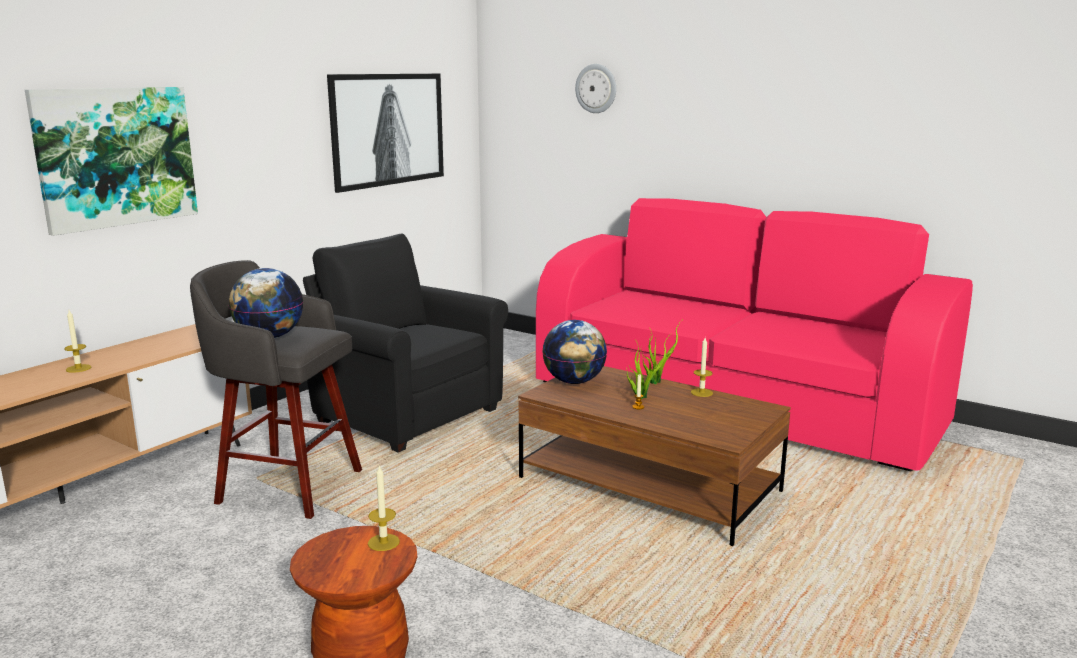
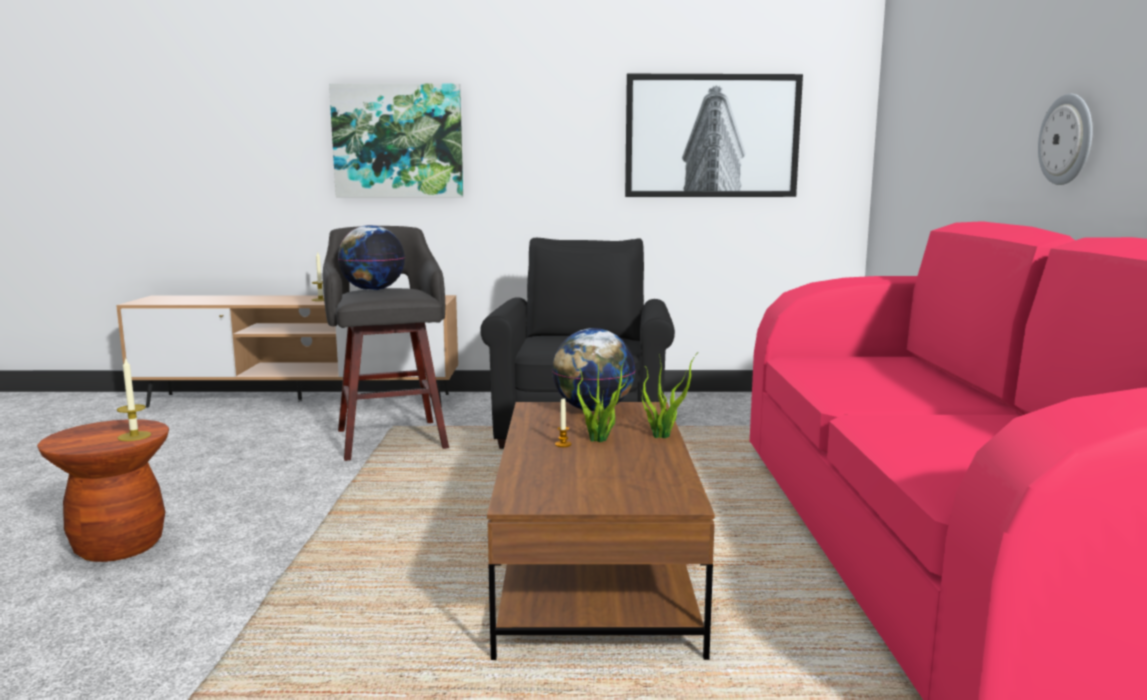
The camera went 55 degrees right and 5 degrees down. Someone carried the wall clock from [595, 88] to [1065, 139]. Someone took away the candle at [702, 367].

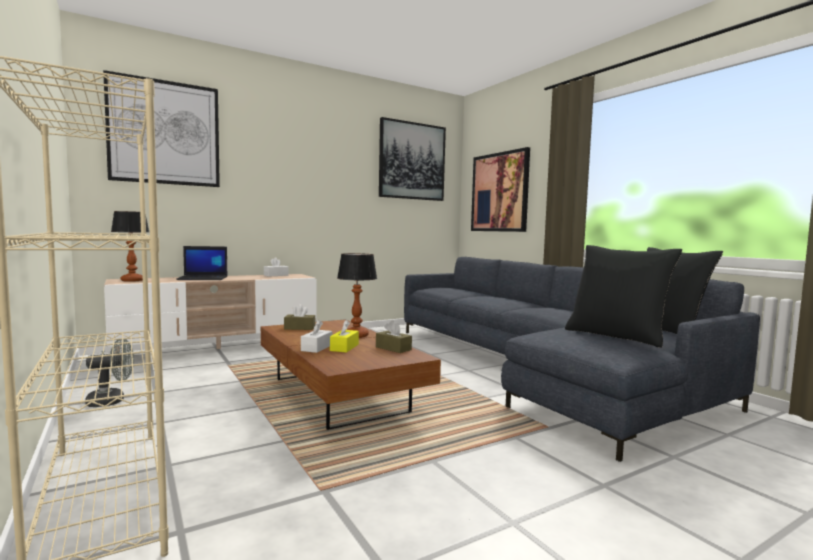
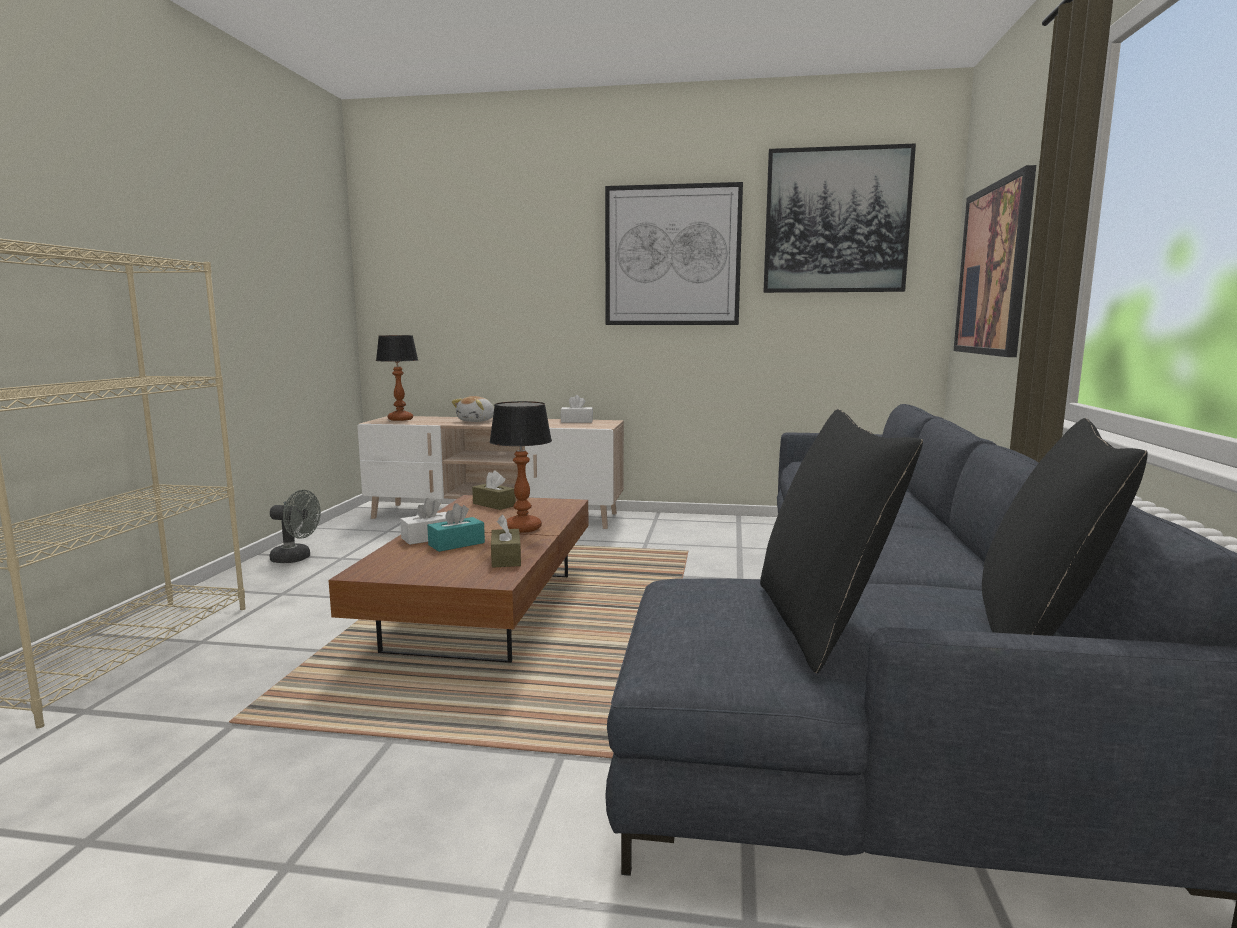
The camera went 40 degrees right and 5 degrees up. Someone carried the picture from [161, 128] to [674, 253]. Someone swapped the laptop at [201, 263] for the plush toy at [472, 409]. Someone repainted the yellow tissue box at [344, 336], which became the turquoise tissue box at [456, 527].

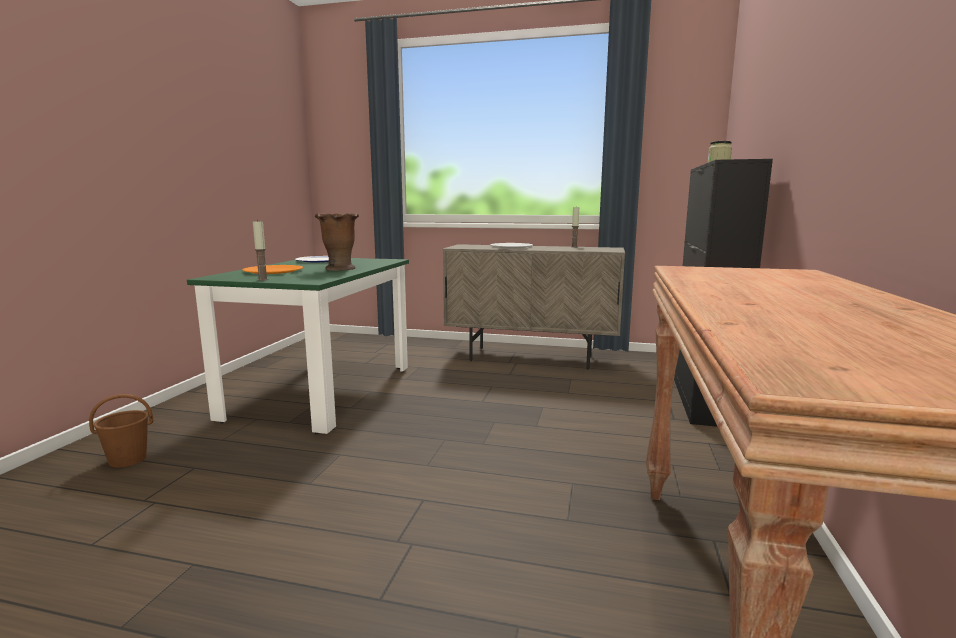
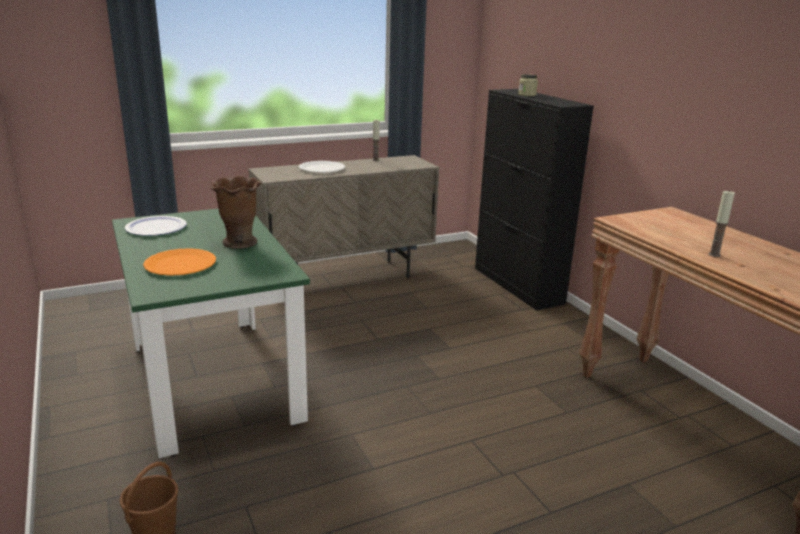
The camera went 40 degrees left and 10 degrees up. Someone carried the candle from [260, 250] to [721, 223].

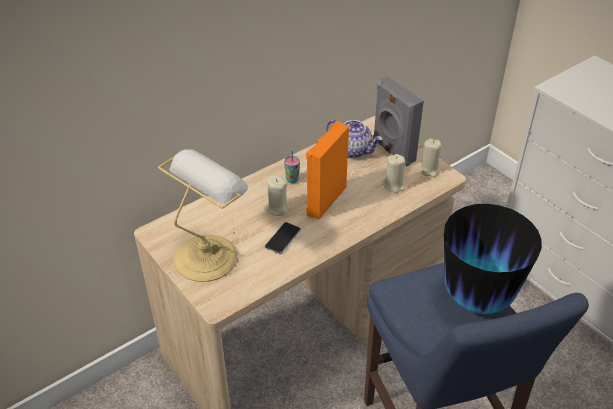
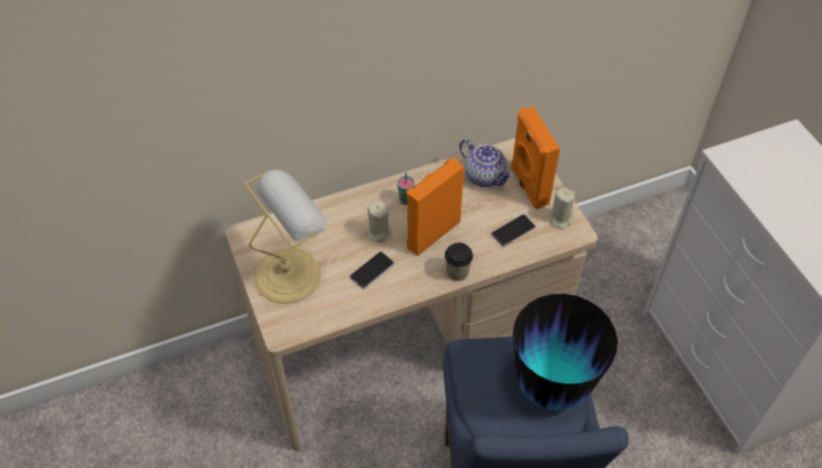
The camera went 15 degrees right and 10 degrees up. Someone repainted the grey speaker at [398, 121], which became the orange speaker at [535, 157]. Someone swapped the beige candle at [394, 173] for the phone at [513, 230]. Someone put down the cup at [459, 262].

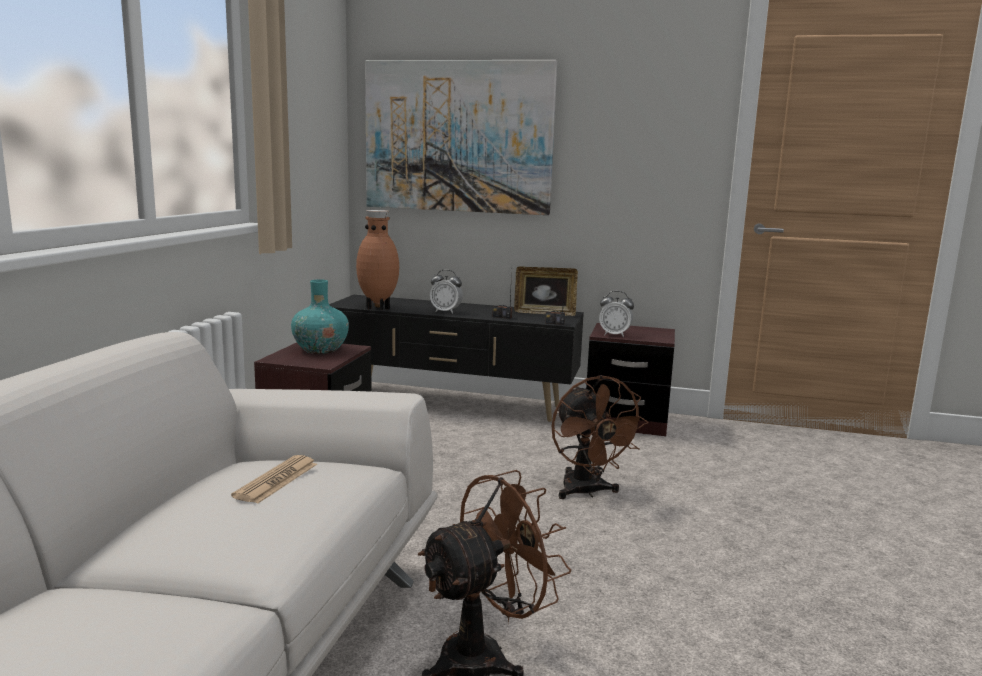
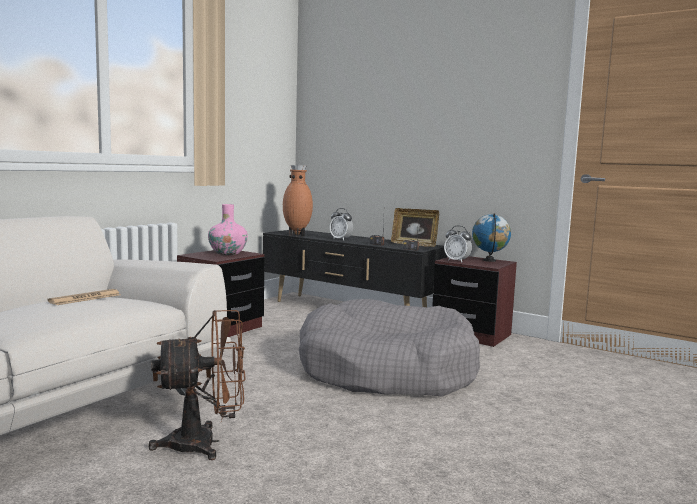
The camera went 20 degrees right and 5 degrees down. Someone took away the picture at [461, 137]. Someone repainted the turquoise vase at [320, 316], which became the pink vase at [228, 229]. Someone swapped the brown fan at [600, 437] for the grey dog bed at [389, 348]. Someone put down the globe at [491, 237].

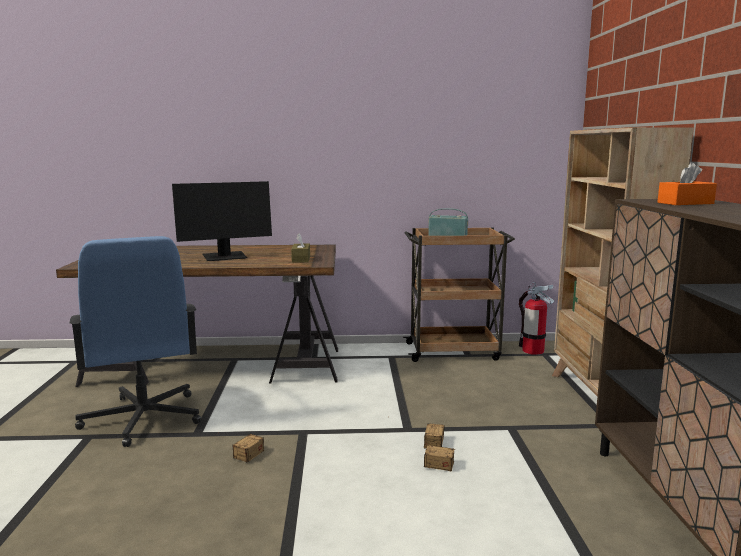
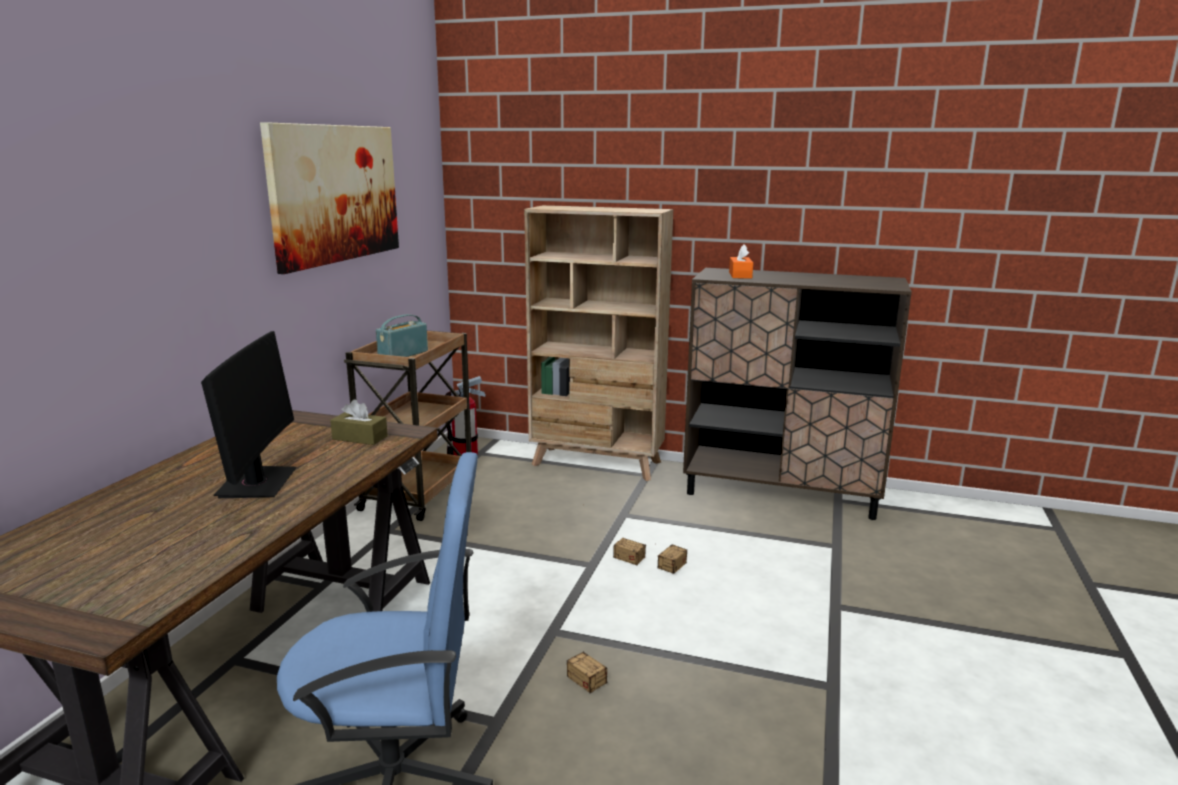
The camera went 70 degrees left and 5 degrees up. Someone put up the picture at [329, 198].

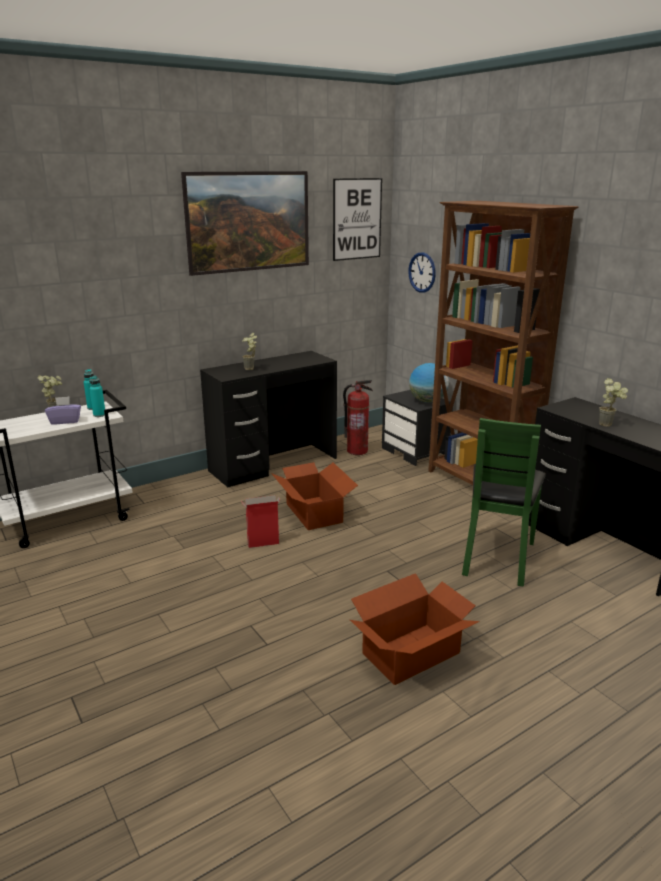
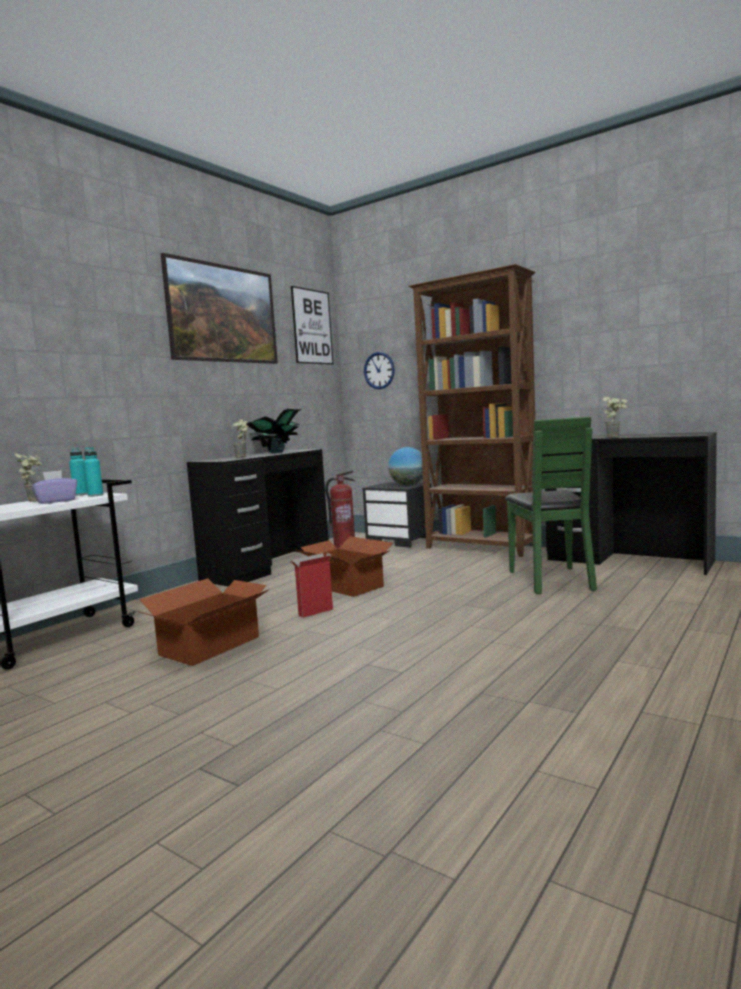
The camera went 20 degrees left and 15 degrees down. Someone carried the cardboard box from [415, 629] to [203, 622]. Someone put down the potted plant at [274, 431].

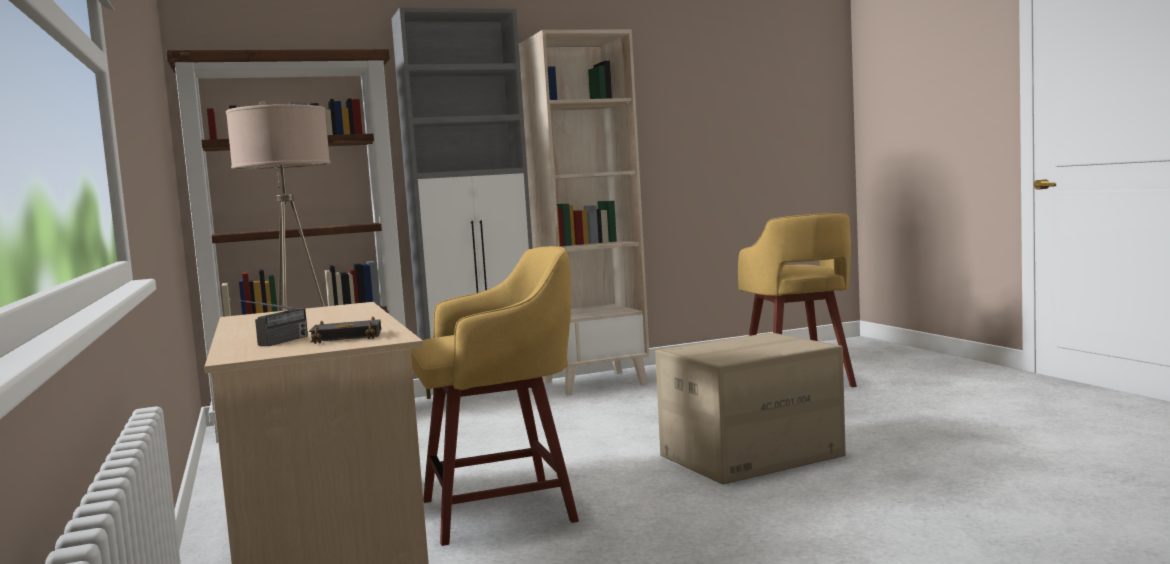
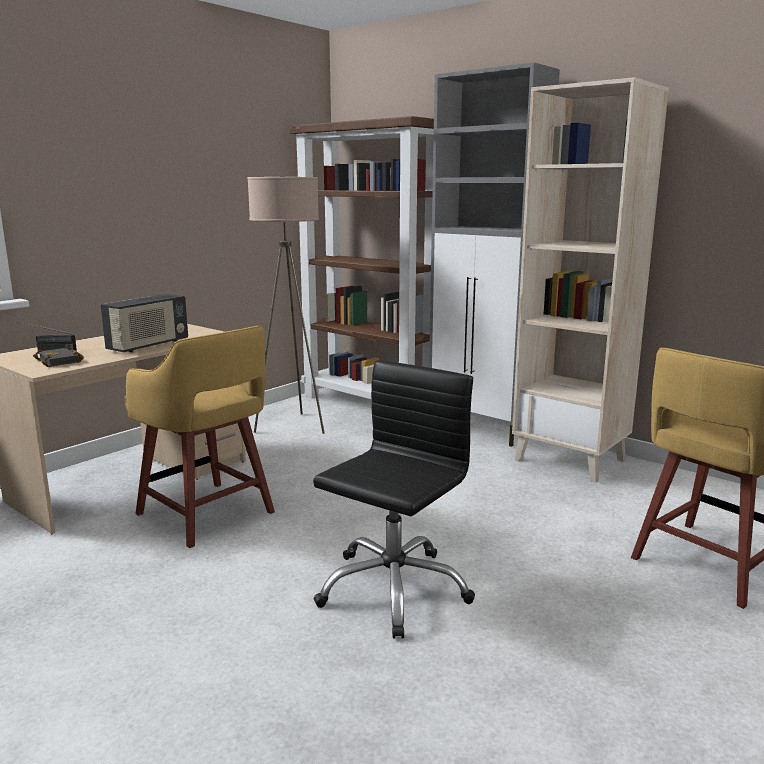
The camera went 60 degrees right and 10 degrees up. Someone swapped the cardboard box at [750, 409] for the black office chair at [394, 499]. Someone put down the radio at [144, 323].

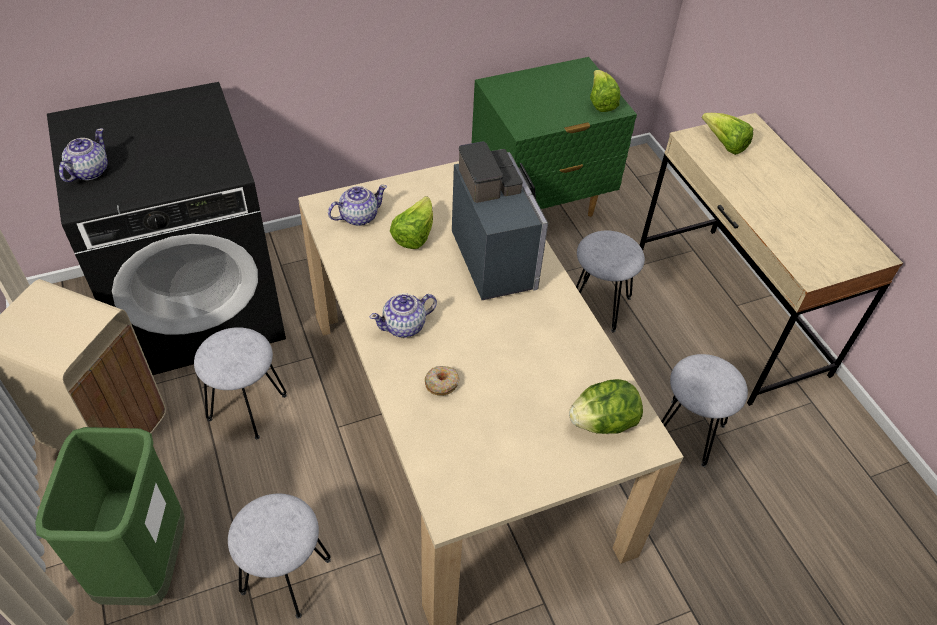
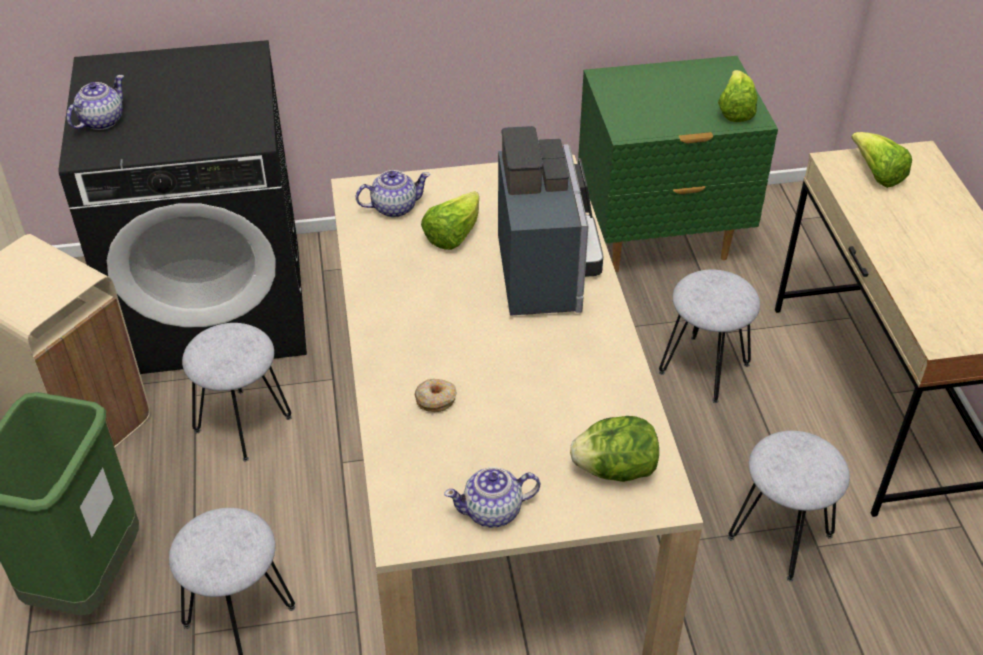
The camera went 15 degrees right and 5 degrees down. Someone carried the teapot from [403, 315] to [492, 497].

